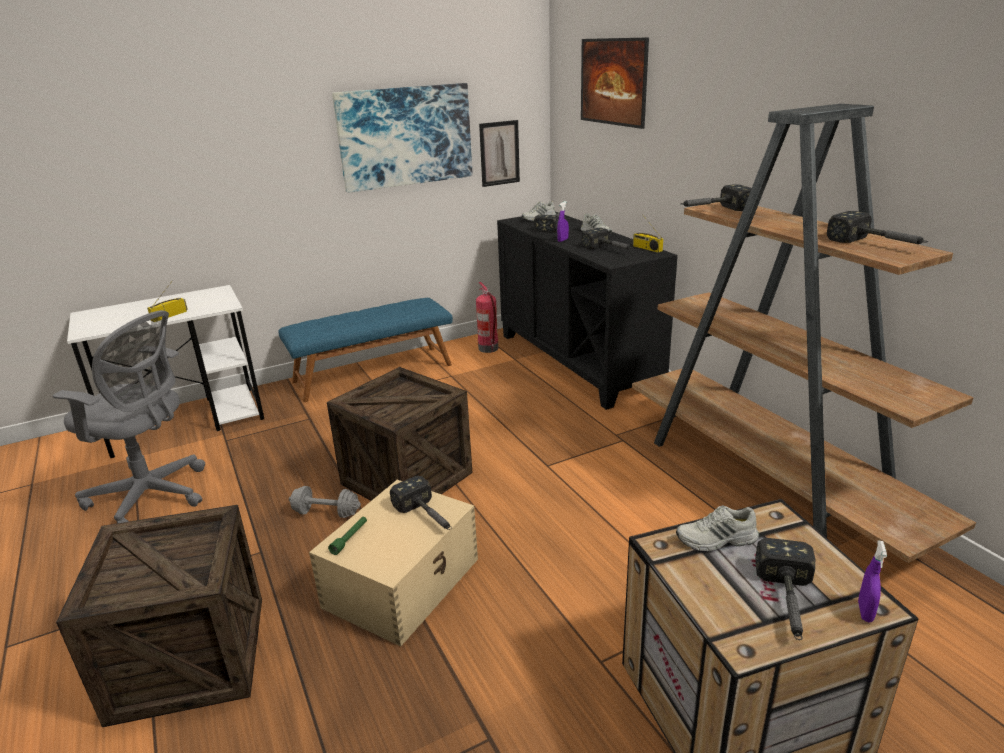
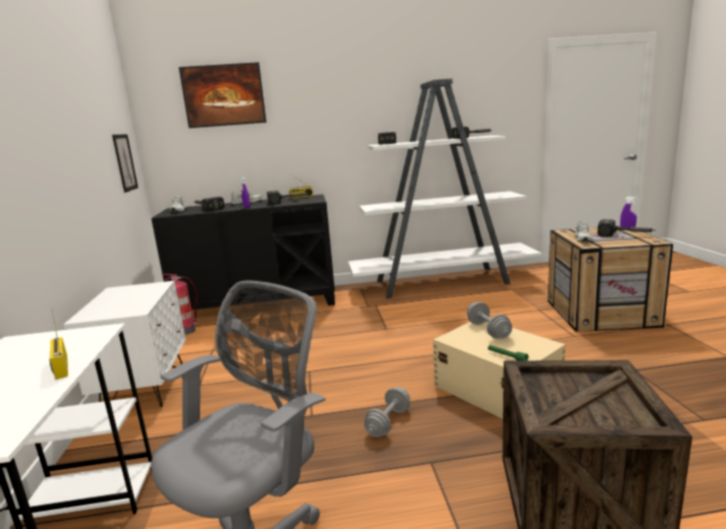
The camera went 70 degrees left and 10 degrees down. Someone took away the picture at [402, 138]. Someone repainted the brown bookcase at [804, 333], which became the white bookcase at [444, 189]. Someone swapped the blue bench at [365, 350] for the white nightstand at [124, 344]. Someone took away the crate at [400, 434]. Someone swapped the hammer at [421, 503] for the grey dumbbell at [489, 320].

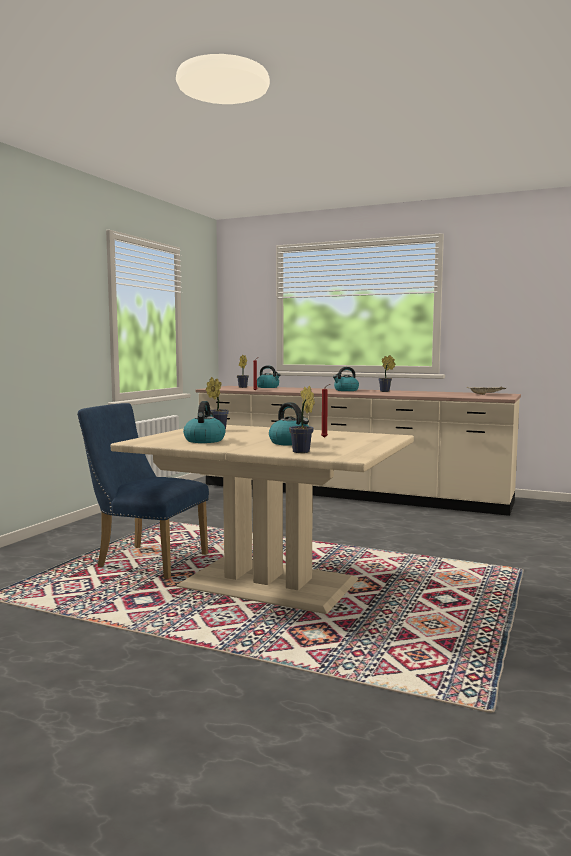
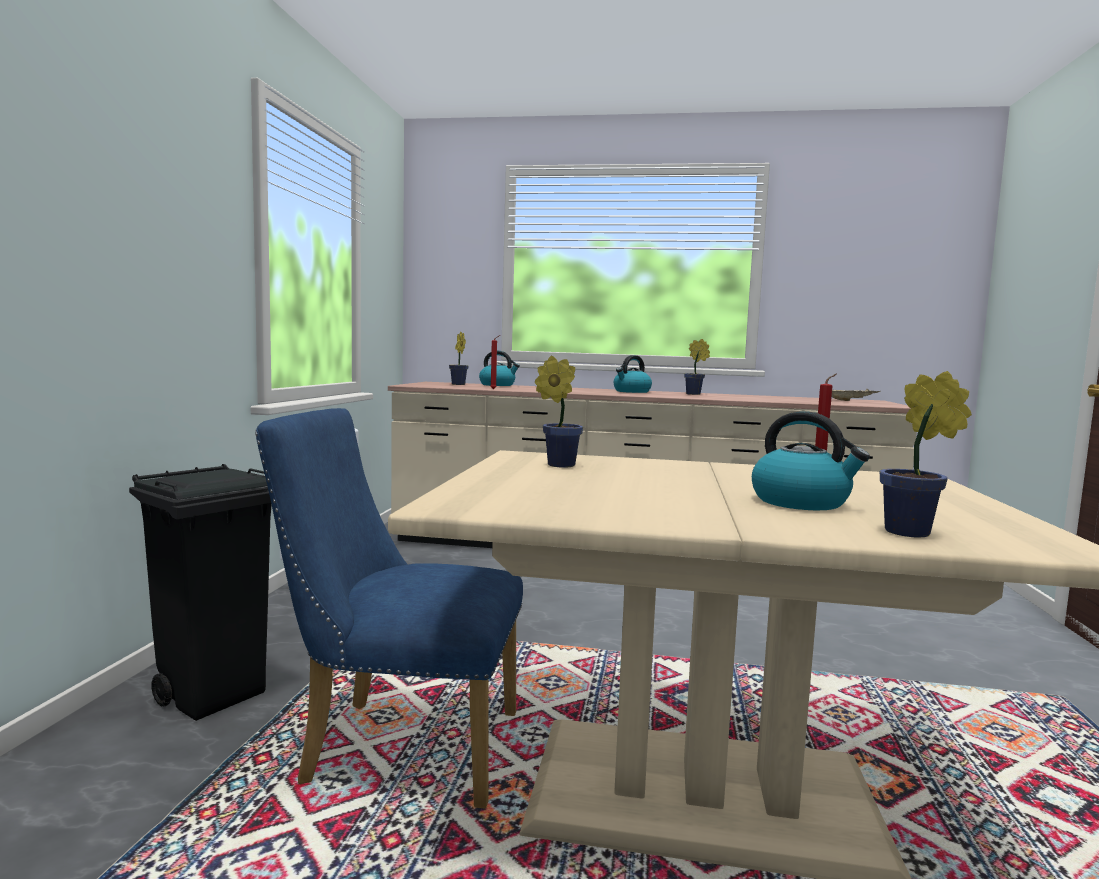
The camera went 15 degrees left and 0 degrees up. Someone took away the kettle at [204, 422]. Someone put down the black trash can at [200, 592].

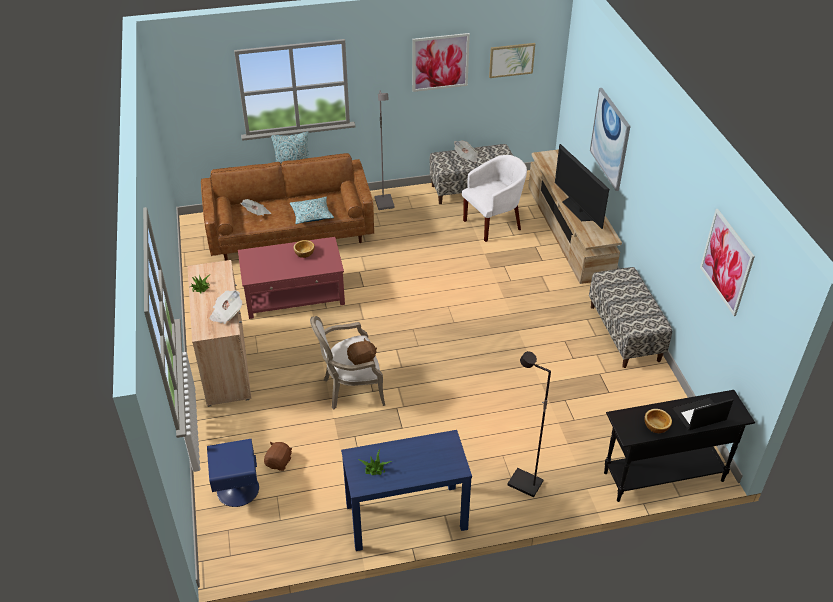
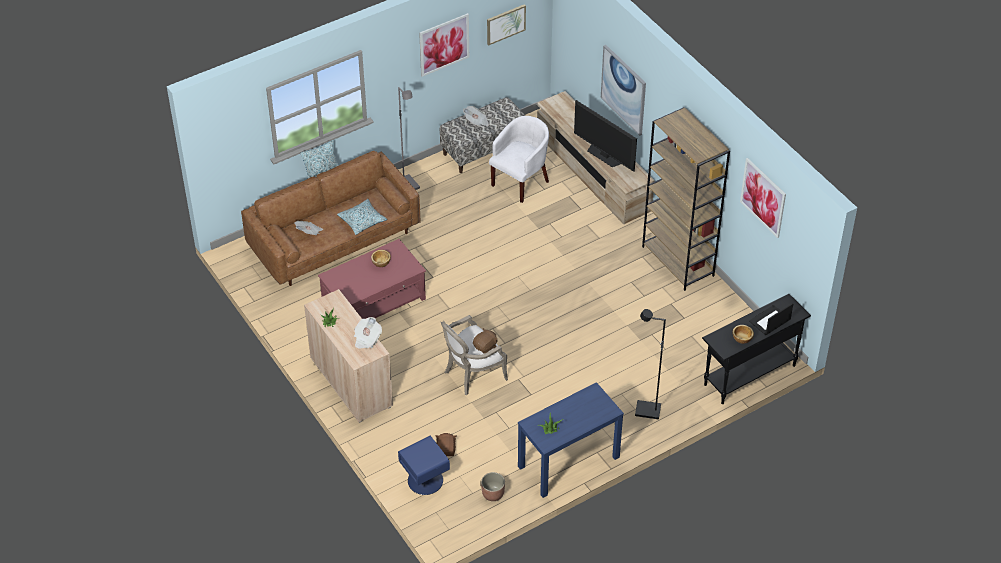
The camera went 20 degrees left and 5 degrees up. Someone swapped the bench at [630, 317] for the brown bookcase at [686, 199]. Someone put down the planter at [493, 486].

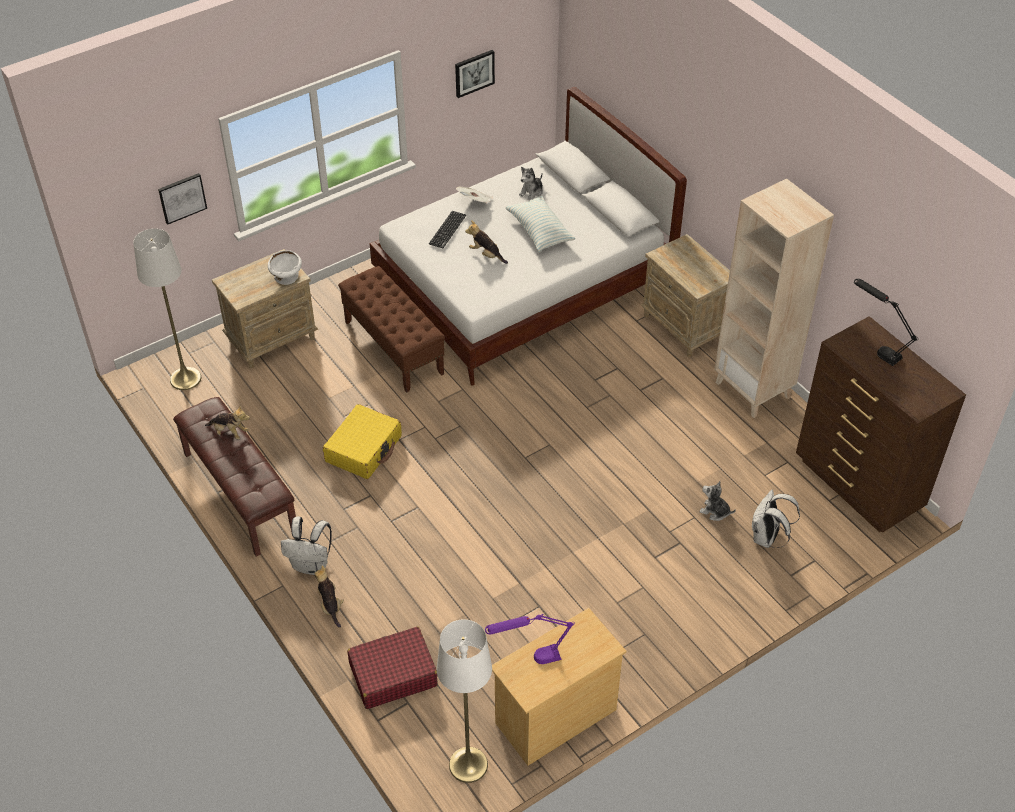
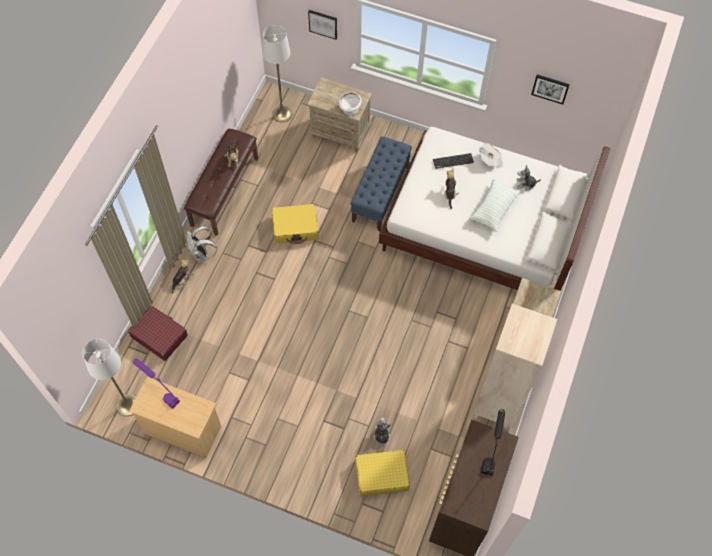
The camera went 55 degrees right and 15 degrees up. Someone repainted the brown bench at [391, 329], which became the blue bench at [381, 183]. Someone swapped the white backpack at [776, 518] for the yellow suitcase at [382, 473].

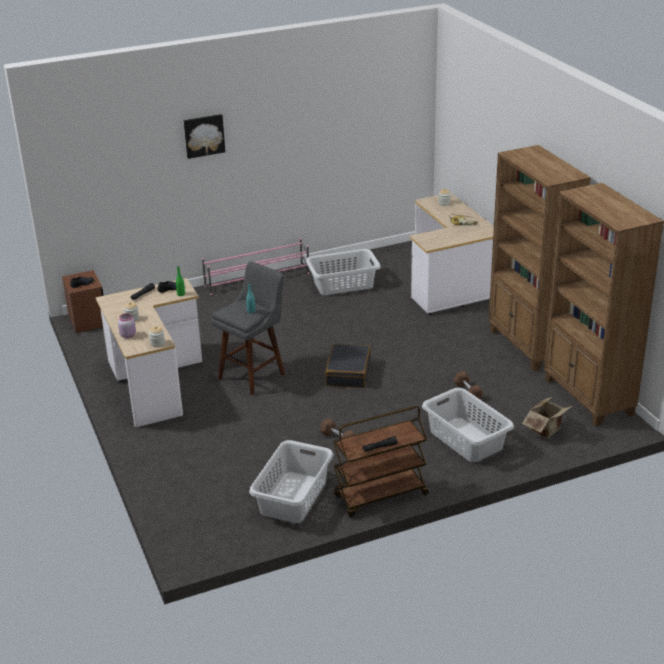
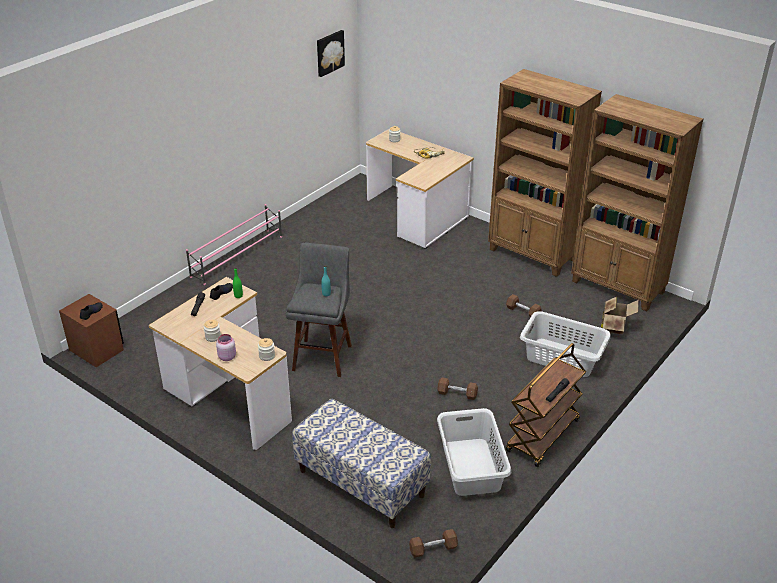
The camera went 30 degrees left and 5 degrees up. Someone carried the picture from [204, 136] to [331, 53]. Someone took away the grey laundry basket at [343, 272]. Someone took away the black suitcase at [348, 366]. Someone put down the bench at [361, 463]. Someone put down the brown dumbbell at [433, 543].

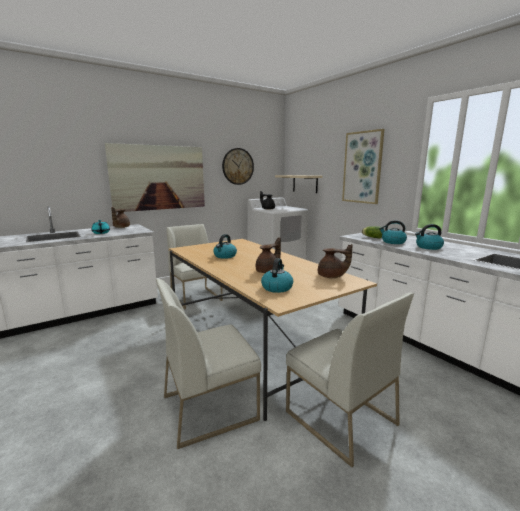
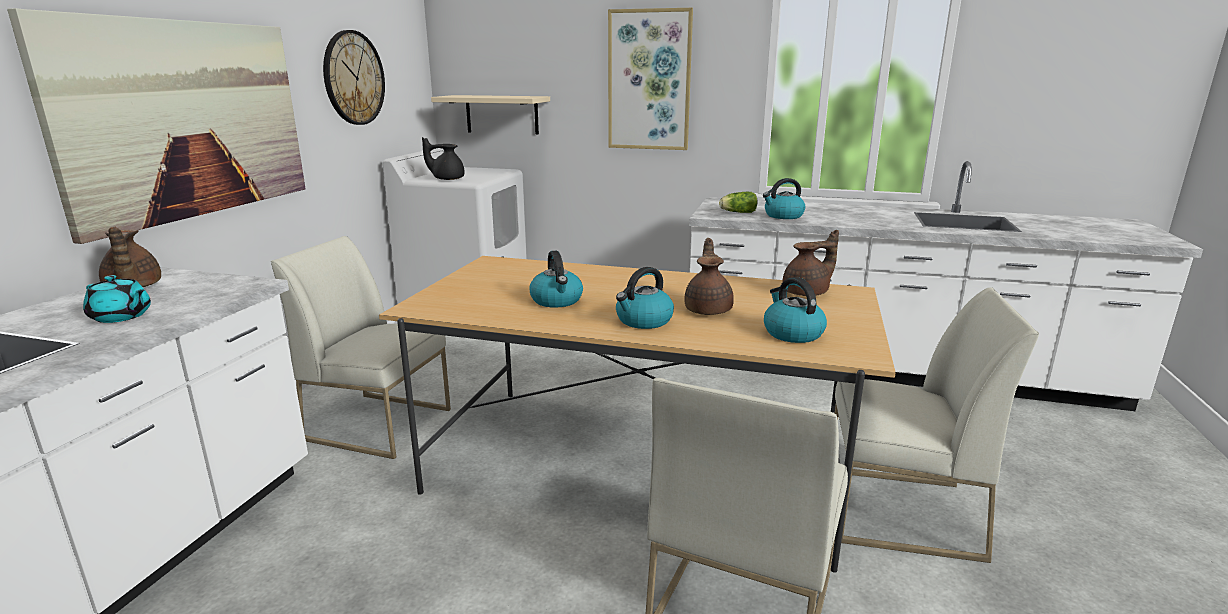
The camera went 40 degrees left and 5 degrees up. Someone carried the kettle from [429, 237] to [645, 298].

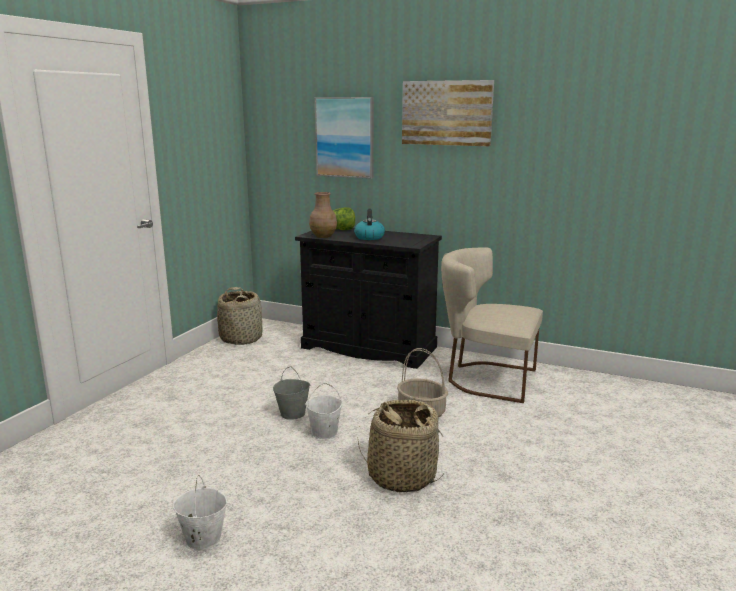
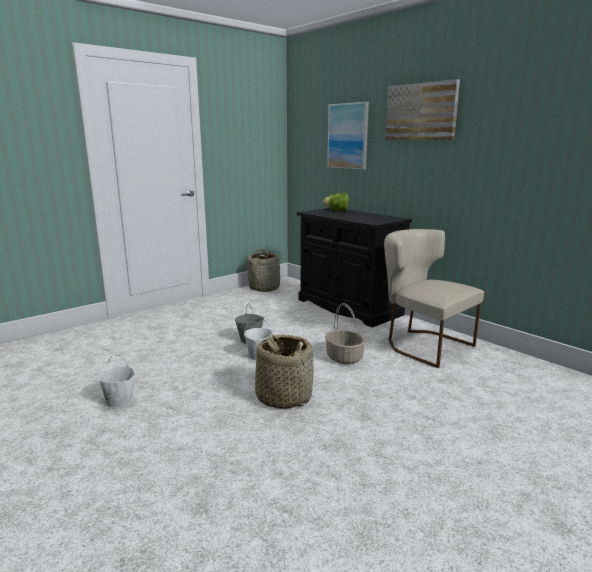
The camera went 25 degrees right and 0 degrees up. Someone took away the brown vase at [323, 215]. Someone took away the kettle at [369, 224].

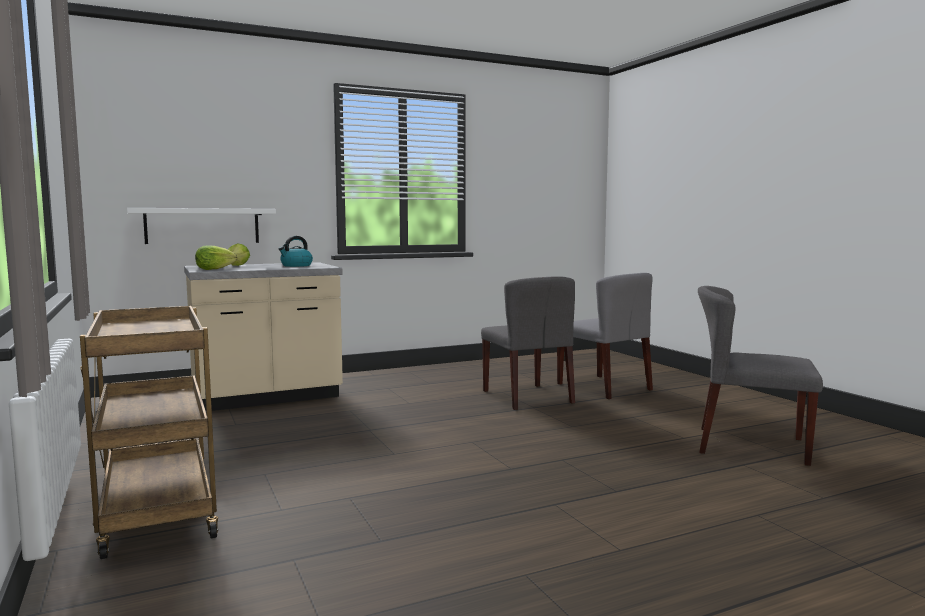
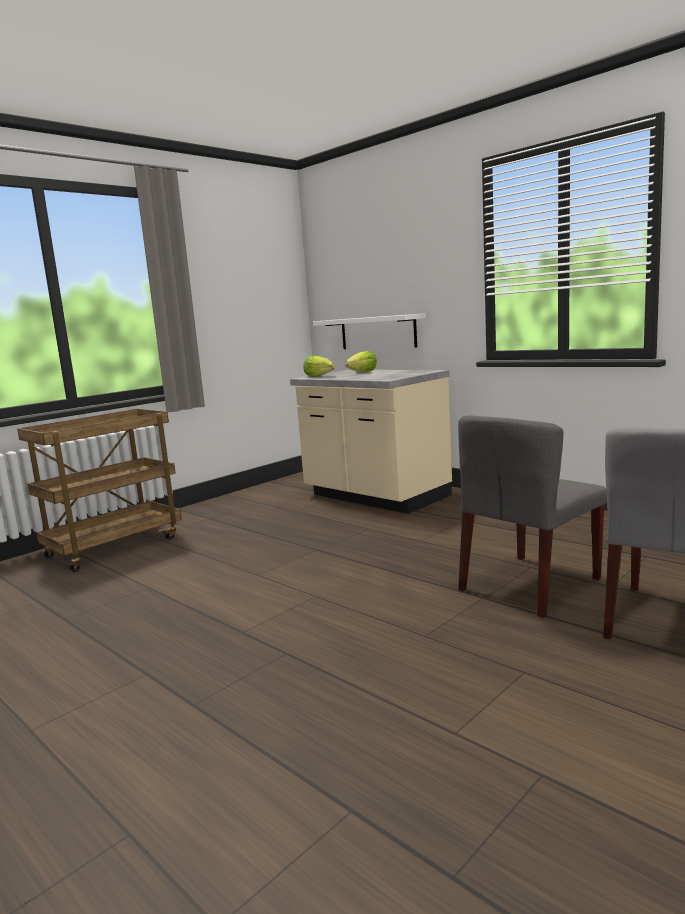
The camera went 70 degrees right and 5 degrees up. Someone took away the kettle at [295, 251]. Someone took away the grey chair at [760, 376].

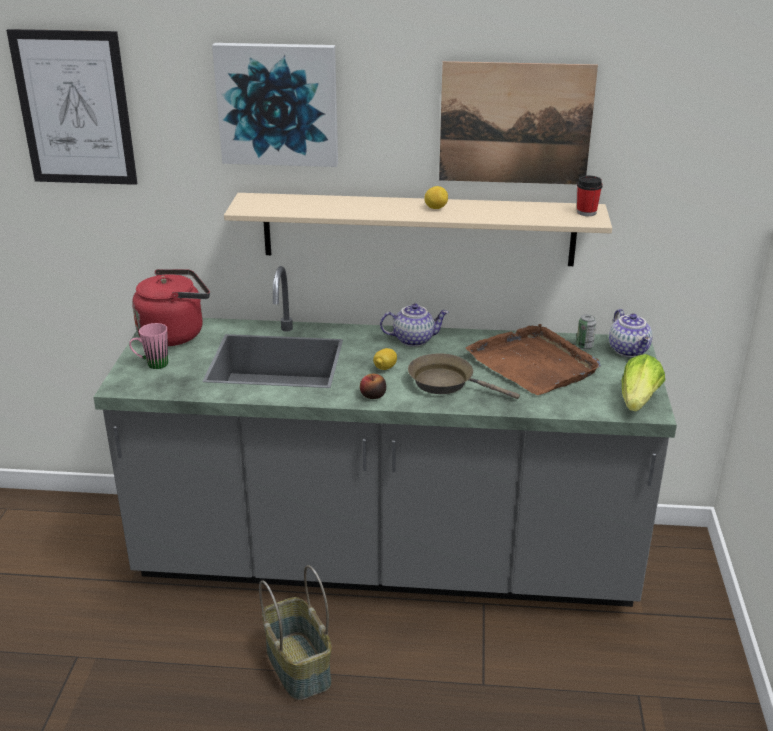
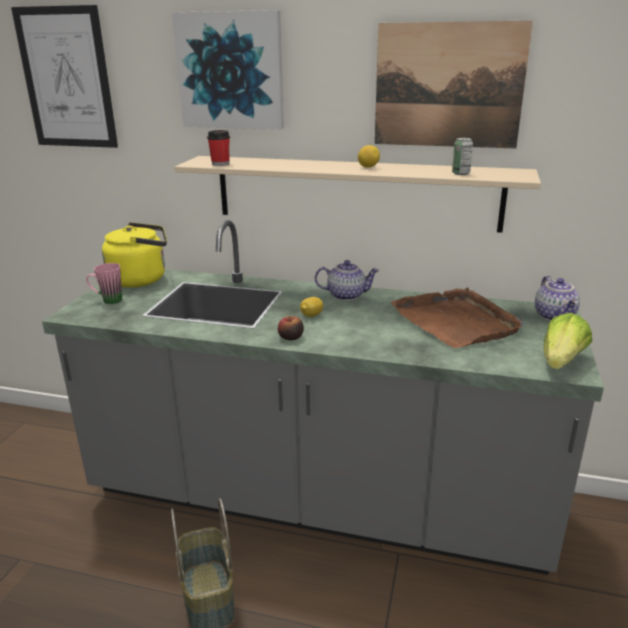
The camera went 10 degrees right and 5 degrees down. Someone carried the cup from [590, 196] to [218, 148]. Someone repainted the red kettle at [171, 307], which became the yellow kettle at [134, 255]. Someone carried the can from [586, 331] to [462, 156]. Someone took away the brown frying pan at [464, 376].

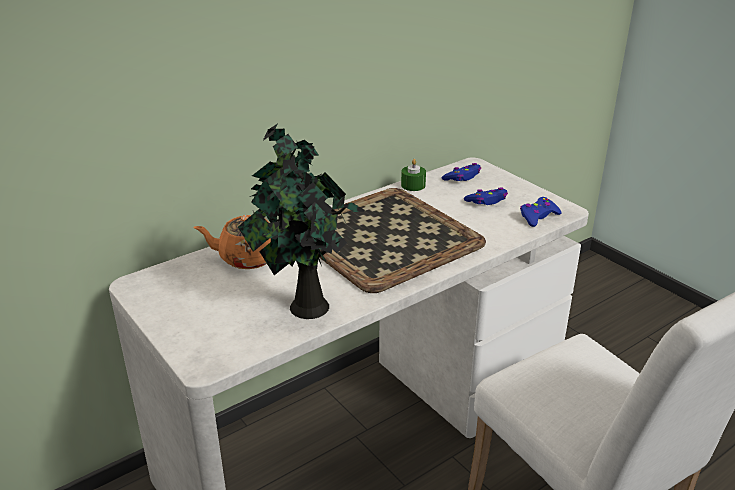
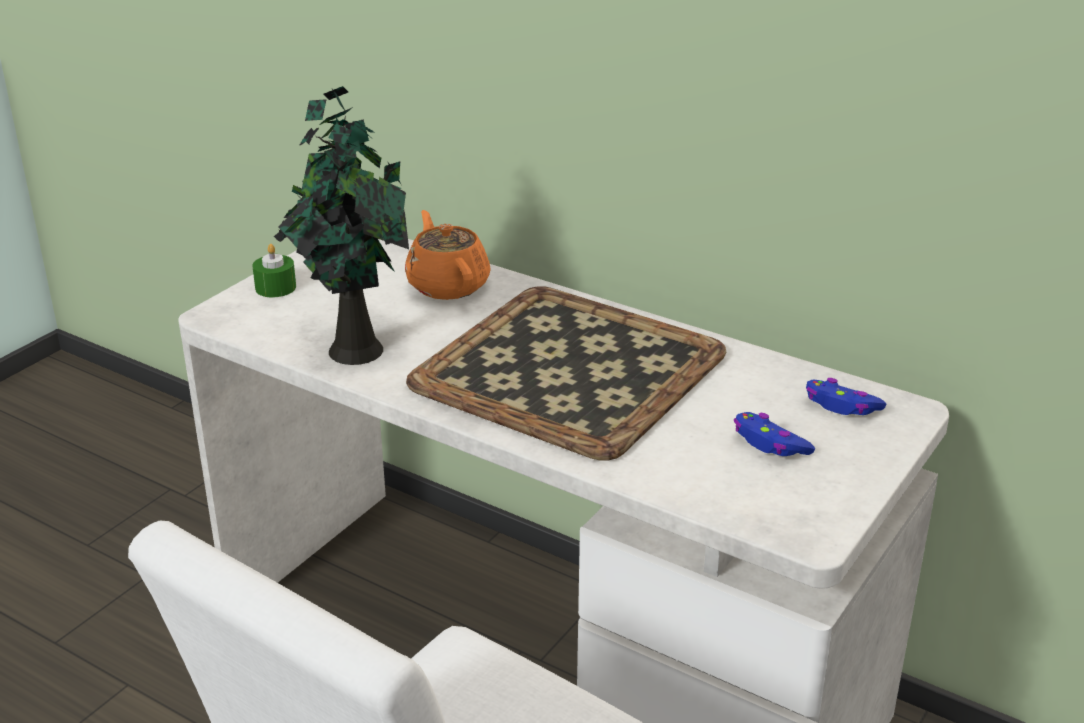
The camera went 70 degrees right and 0 degrees up. Someone carried the green candle from [413, 175] to [274, 270]. Someone took away the blue game controller at [541, 212].

